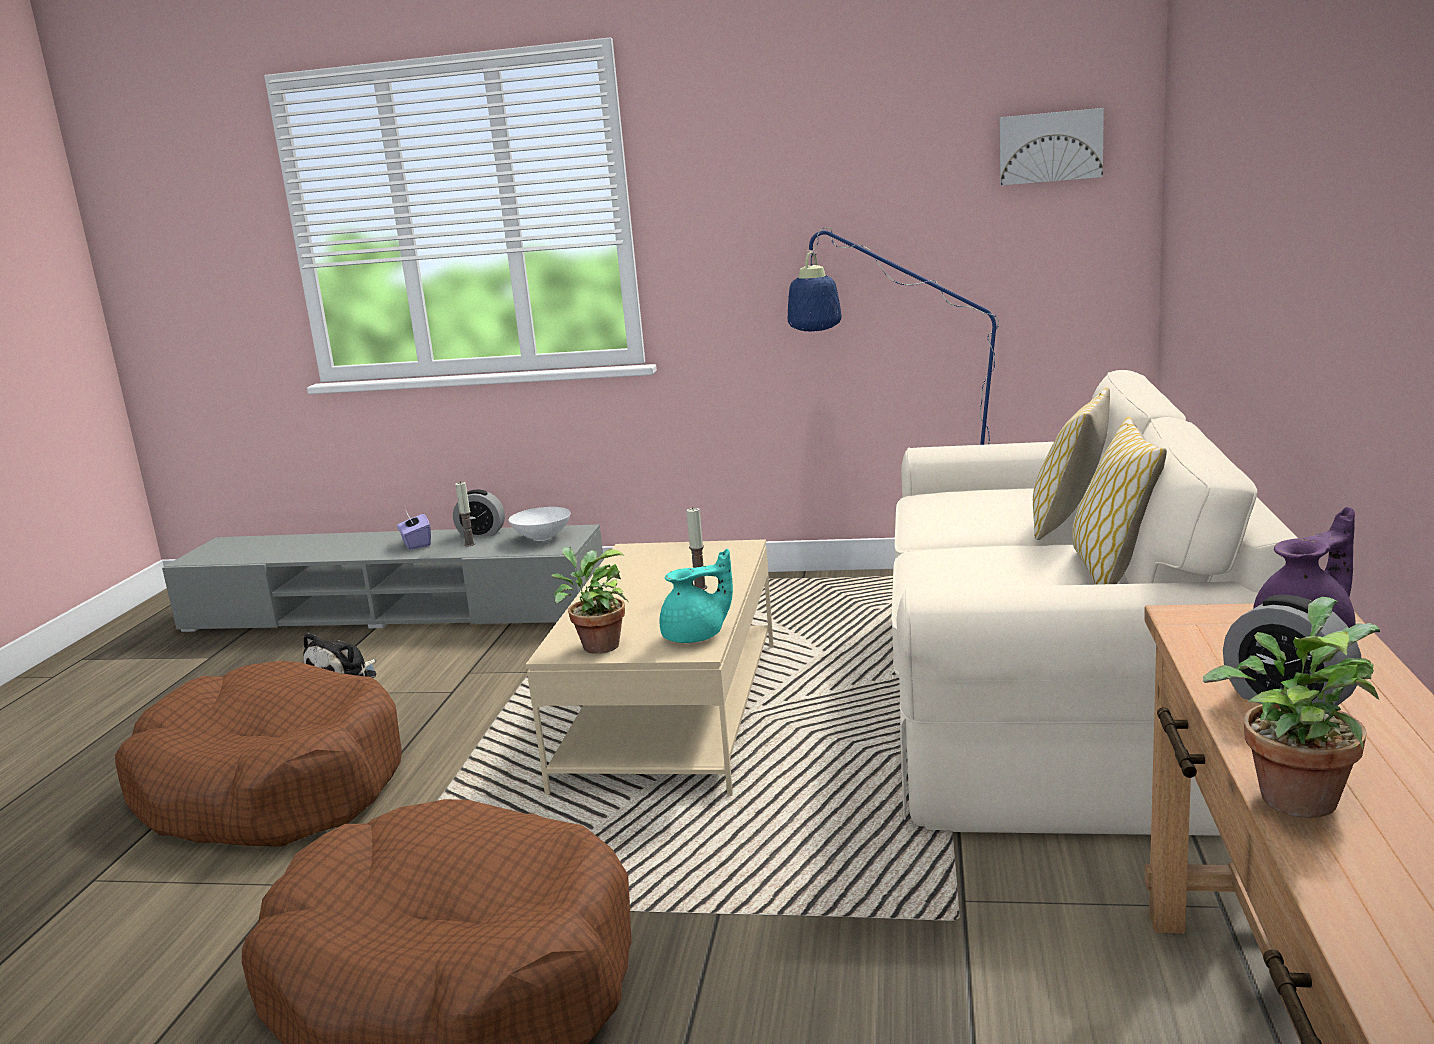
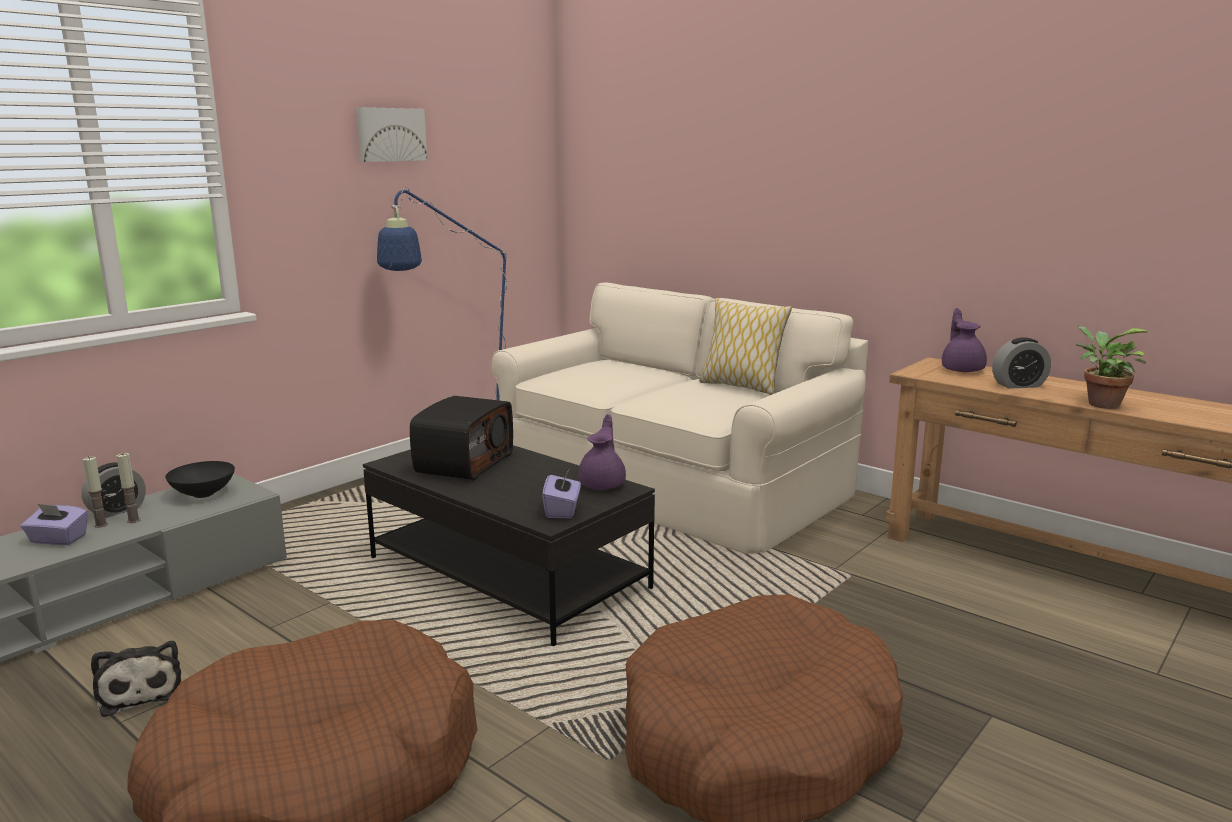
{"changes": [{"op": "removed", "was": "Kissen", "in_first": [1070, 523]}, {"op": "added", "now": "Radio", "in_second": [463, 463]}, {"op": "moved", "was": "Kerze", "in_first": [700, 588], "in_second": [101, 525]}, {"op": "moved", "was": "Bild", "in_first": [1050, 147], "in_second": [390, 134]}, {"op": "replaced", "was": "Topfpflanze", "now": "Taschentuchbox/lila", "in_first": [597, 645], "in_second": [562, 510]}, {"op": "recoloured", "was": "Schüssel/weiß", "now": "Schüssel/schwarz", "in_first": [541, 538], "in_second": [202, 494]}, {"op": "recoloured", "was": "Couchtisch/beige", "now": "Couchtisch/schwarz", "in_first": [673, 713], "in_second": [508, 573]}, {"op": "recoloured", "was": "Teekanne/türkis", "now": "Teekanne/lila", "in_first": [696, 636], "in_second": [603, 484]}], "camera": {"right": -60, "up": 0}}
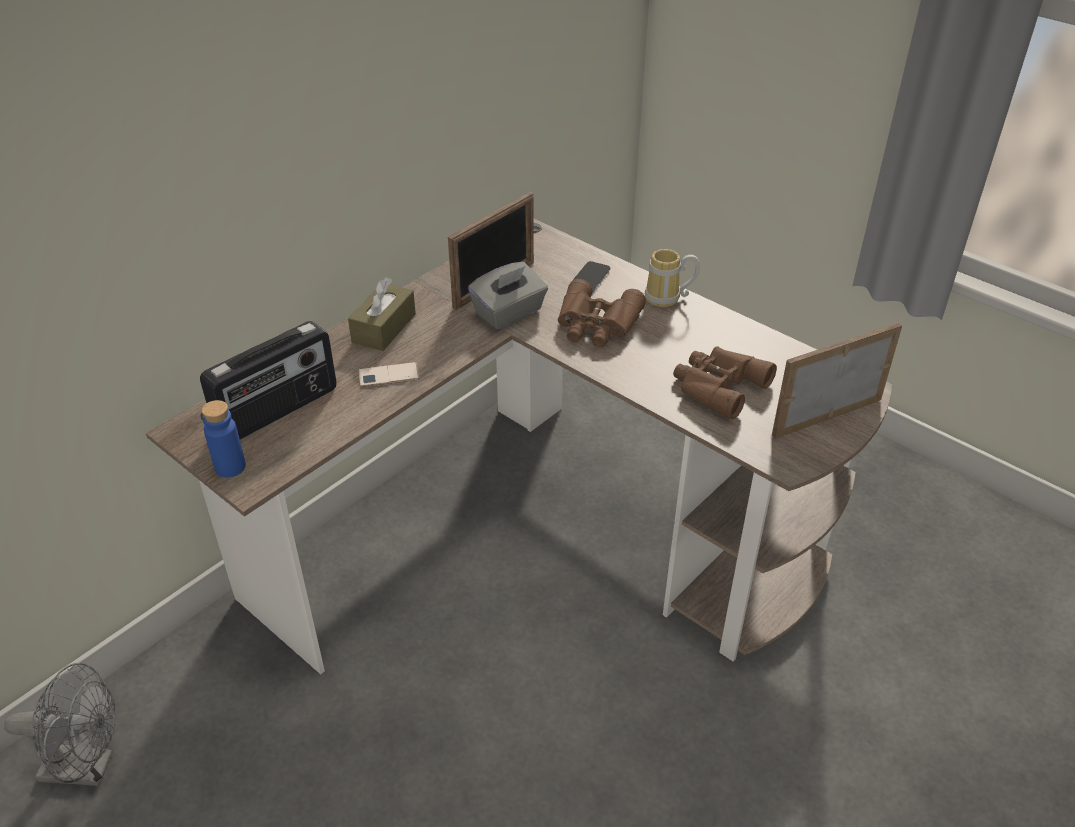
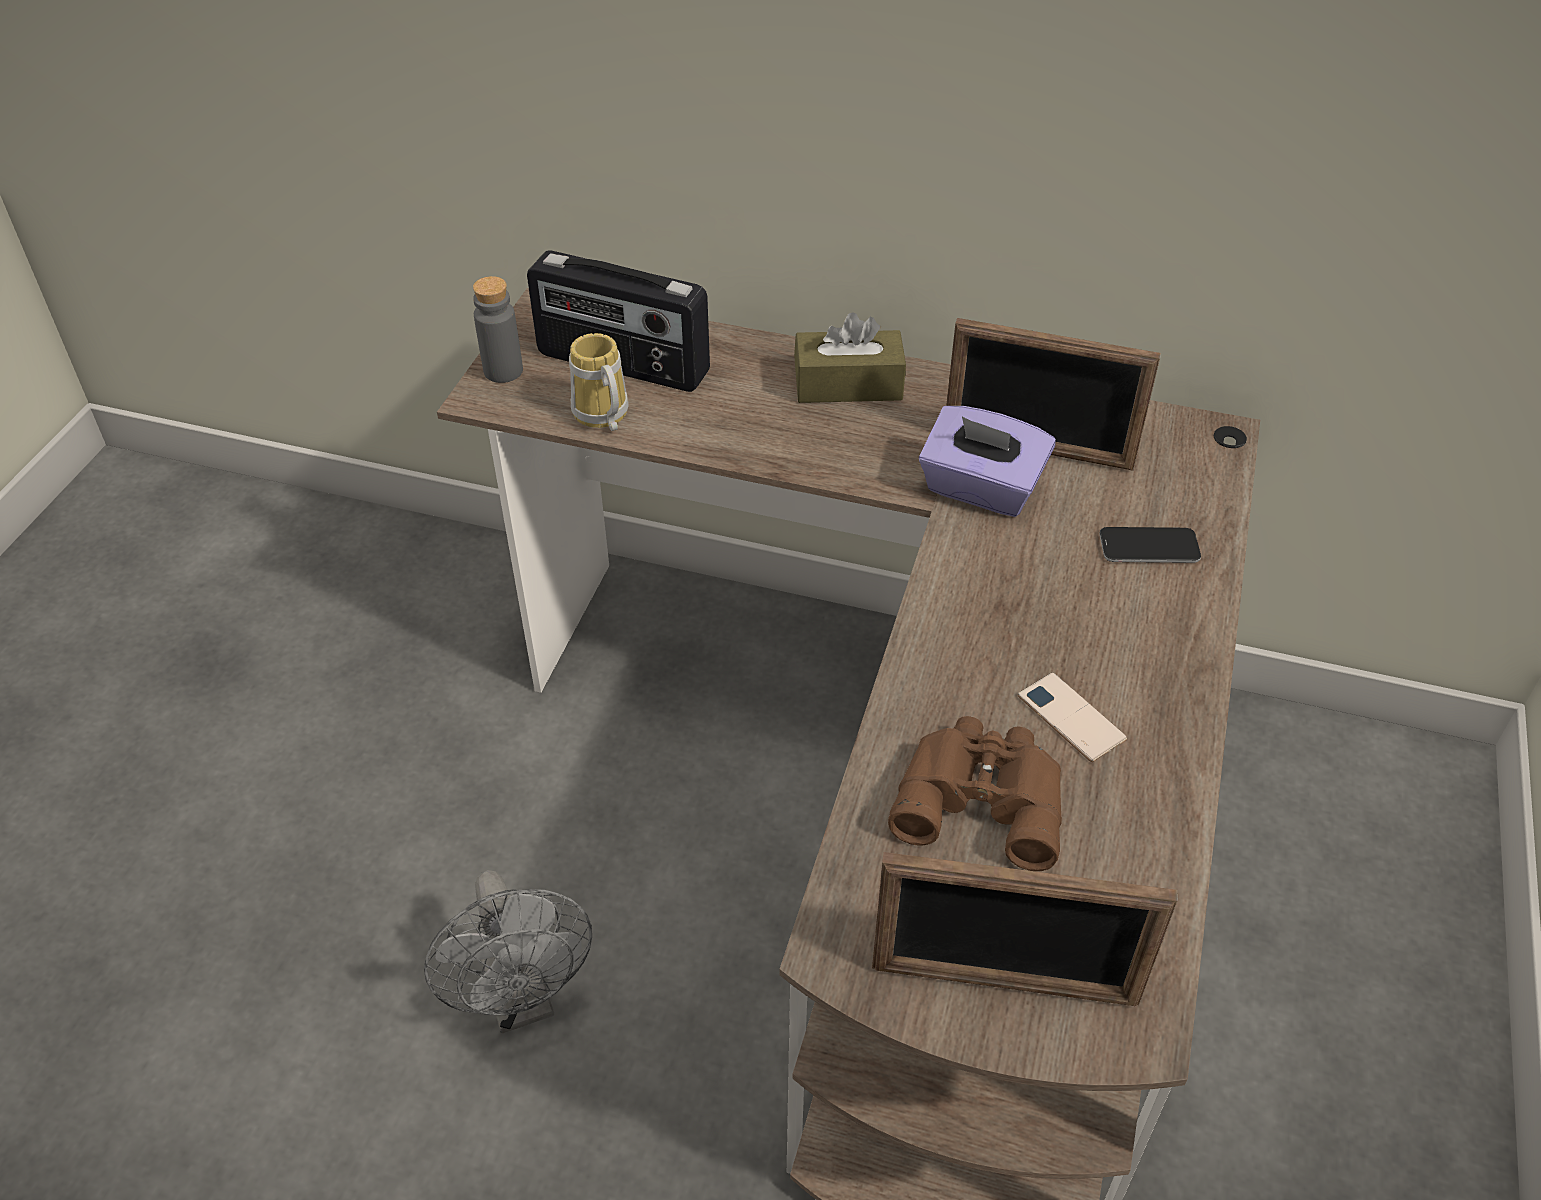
{"changes": [{"op": "removed", "was": "Fernglas/braun", "in_first": [596, 324]}, {"op": "moved", "was": "Ventilator/grau", "in_first": [88, 767], "in_second": [522, 1001]}, {"op": "moved", "was": "Handy", "in_first": [388, 375], "in_second": [1071, 717]}, {"op": "moved", "was": "Henkelbecher", "in_first": [667, 299], "in_second": [600, 418]}, {"op": "recoloured", "was": "Flasche/blau", "now": "Flasche/grau", "in_first": [230, 467], "in_second": [503, 371]}, {"op": "recoloured", "was": "Taschentuchbox/grau", "now": "Taschentuchbox/lila", "in_first": [509, 313], "in_second": [980, 489]}, {"op": "turned", "was": "Bilderrahmen", "in_first": [826, 416], "in_second": [1004, 983], "clockwise": 150}], "camera": {"right": 65, "up": 5}}
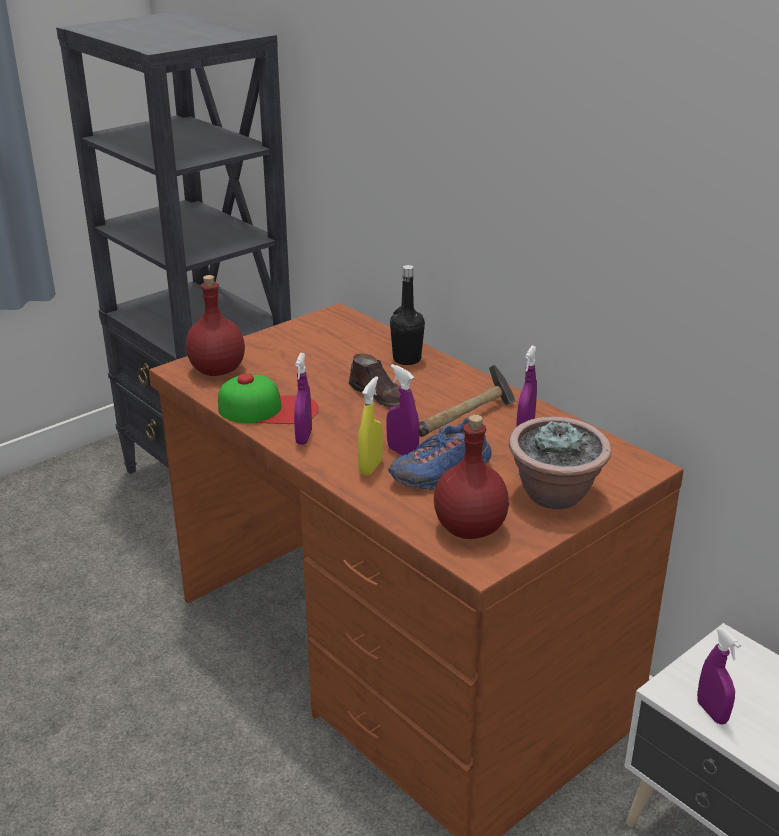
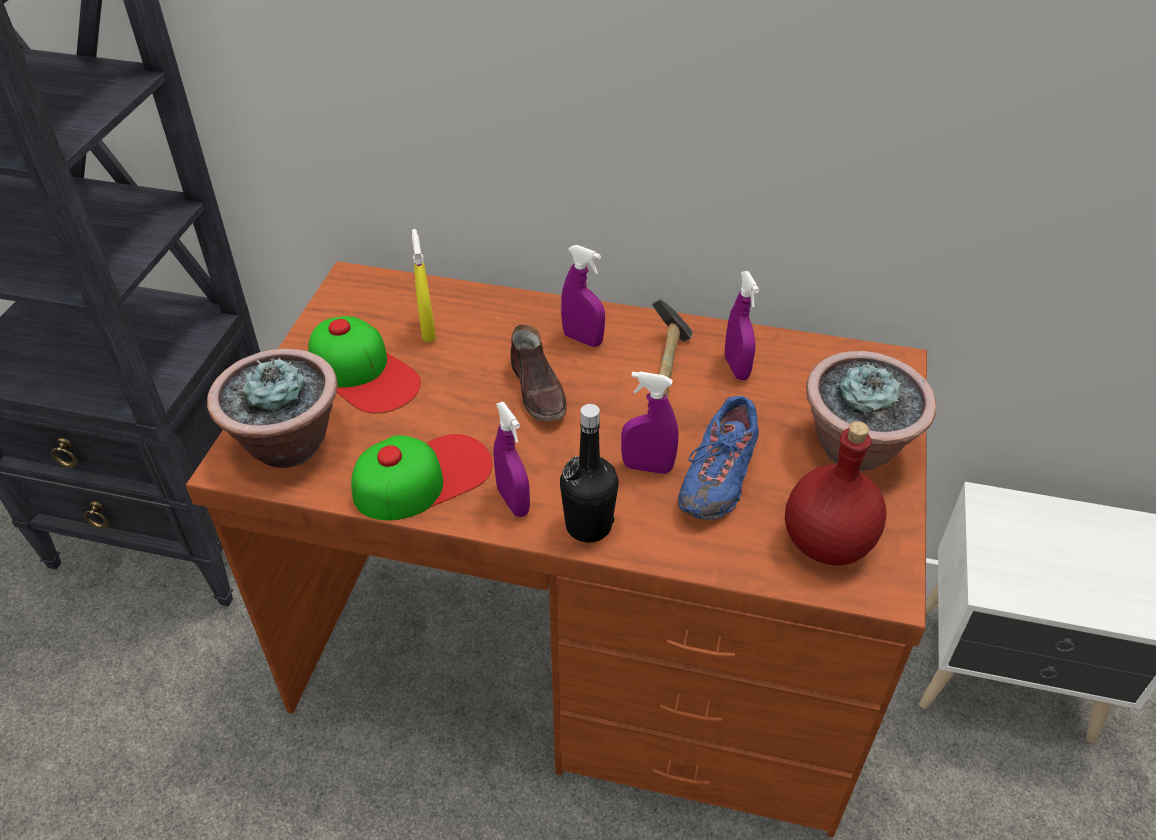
{"changes": [{"op": "added", "now": "Kappe", "in_second": [364, 373]}, {"op": "moved", "was": "Sprühflasche/gelb", "in_first": [370, 467], "in_second": [427, 330]}, {"op": "moved", "was": "Flasche/schwarz", "in_first": [407, 359], "in_second": [588, 526]}, {"op": "moved", "was": "Sprühflasche/lila", "in_first": [712, 712], "in_second": [582, 339]}, {"op": "replaced", "was": "Flasche/rot", "now": "Topfpflanze", "in_first": [216, 370], "in_second": [287, 444]}, {"op": "turned", "was": "Schuh/braun", "in_first": [382, 396], "in_second": [538, 390], "clockwise": 60}], "camera": {"right": -35, "up": 15}}
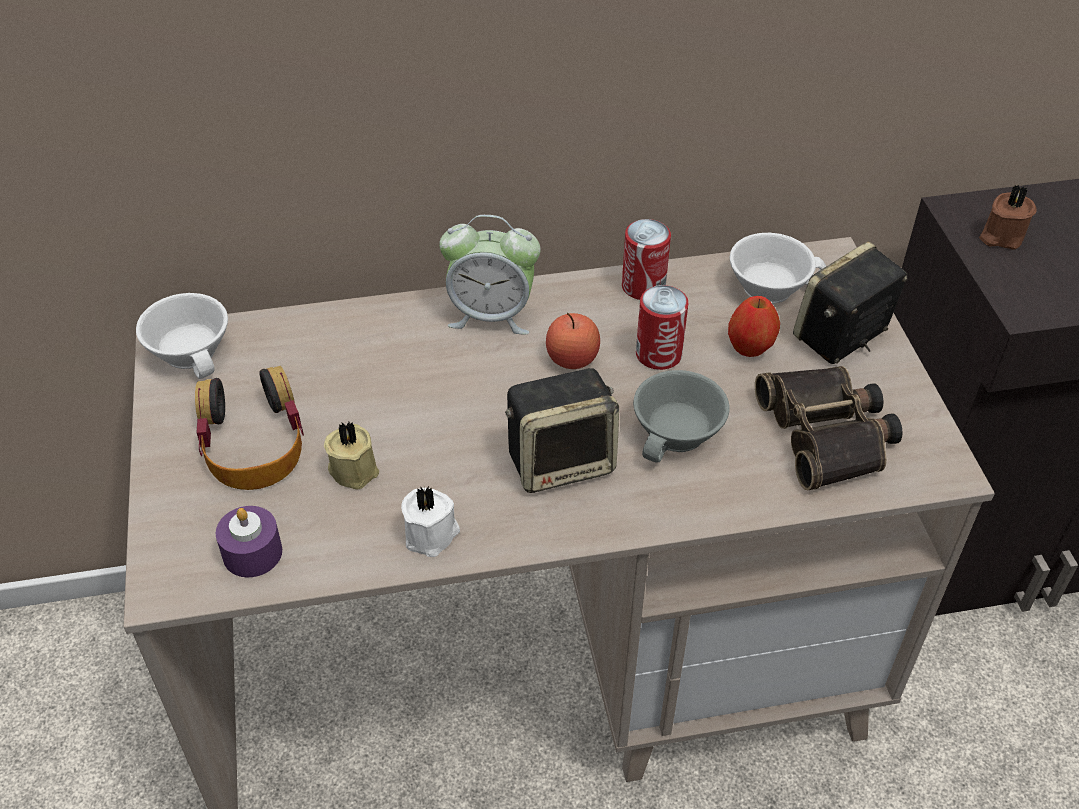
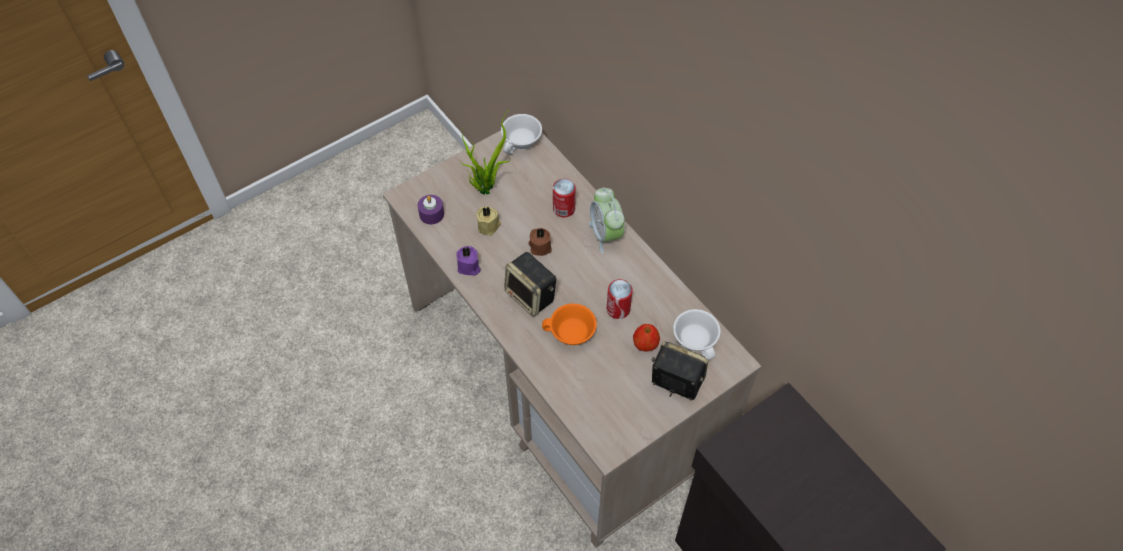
{"changes": [{"op": "removed", "was": "Apfel", "in_first": [572, 359]}, {"op": "removed", "was": "Fernglas", "in_first": [828, 434]}, {"op": "moved", "was": "Dose", "in_first": [643, 286], "in_second": [564, 209]}, {"op": "moved", "was": "Kerze/braun", "in_first": [1000, 236], "in_second": [539, 247]}, {"op": "replaced", "was": "Kopfhörer", "now": "Topfpflanze", "in_first": [252, 441], "in_second": [485, 186]}, {"op": "recoloured", "was": "Kerze/weiß", "now": "Kerze/lila", "in_first": [432, 535], "in_second": [469, 267]}, {"op": "recoloured", "was": "Tasse/grau", "now": "Tasse/orange", "in_first": [679, 435], "in_second": [571, 335]}], "camera": {"right": 65, "up": 10}}
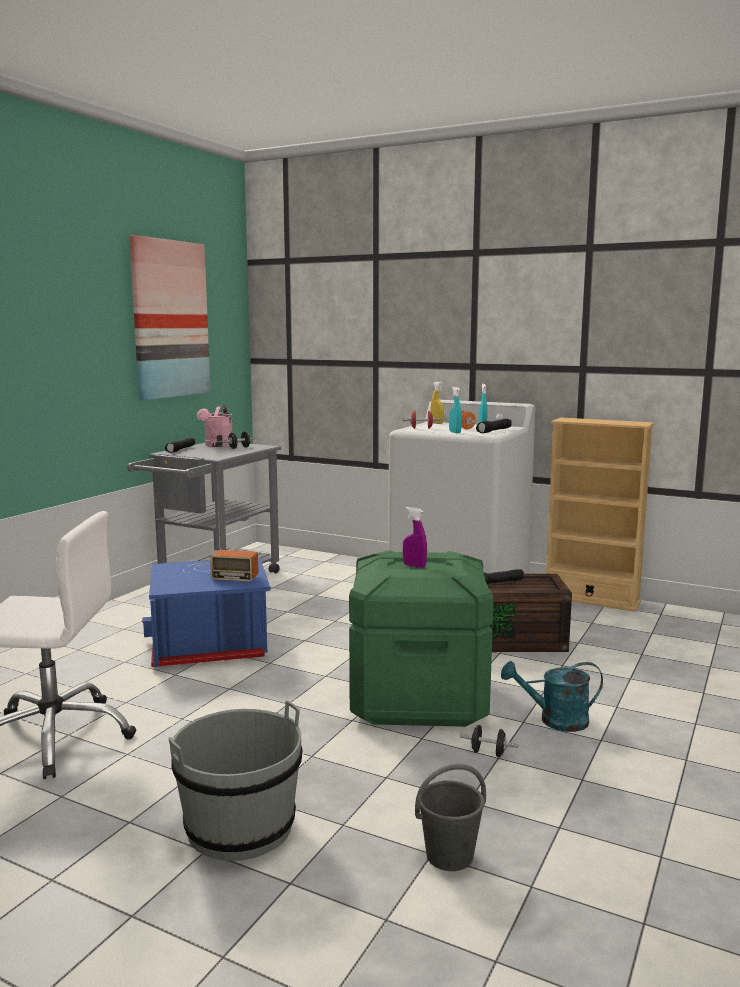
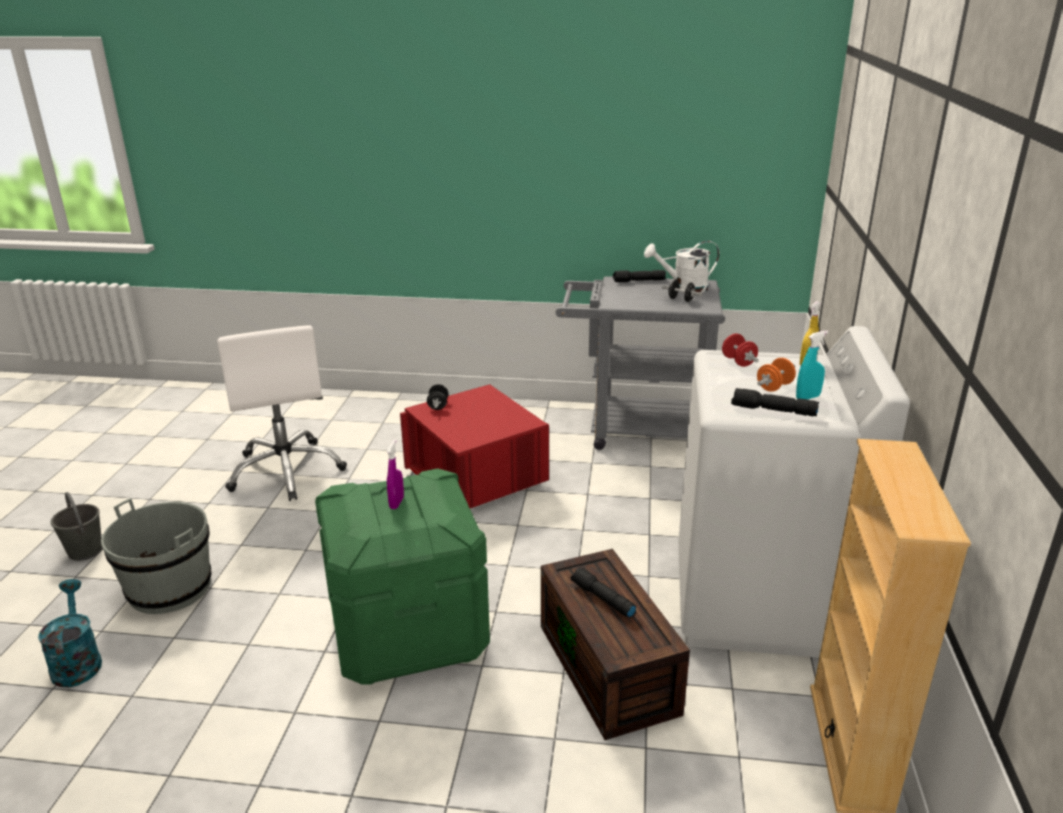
{"changes": [{"op": "removed", "was": "Bild", "in_first": [170, 319]}, {"op": "removed", "was": "Radio", "in_first": [219, 572]}, {"op": "removed", "was": "Sprühflasche/türkis", "in_first": [455, 432]}, {"op": "moved", "was": "Eimer/grau", "in_first": [448, 856], "in_second": [85, 551]}, {"op": "moved", "was": "Hantel/schwarz", "in_first": [488, 753], "in_second": [438, 405]}, {"op": "moved", "was": "Gießkanne/türkis", "in_first": [555, 721], "in_second": [77, 662]}, {"op": "recoloured", "was": "Aufbewahrungsbox/blau", "now": "Aufbewahrungsbox/rot", "in_first": [211, 645], "in_second": [475, 479]}, {"op": "recoloured", "was": "Gießkanne/rosa", "now": "Gießkanne/weiß", "in_first": [217, 445], "in_second": [683, 288]}], "camera": {"right": 70, "up": 15}}
